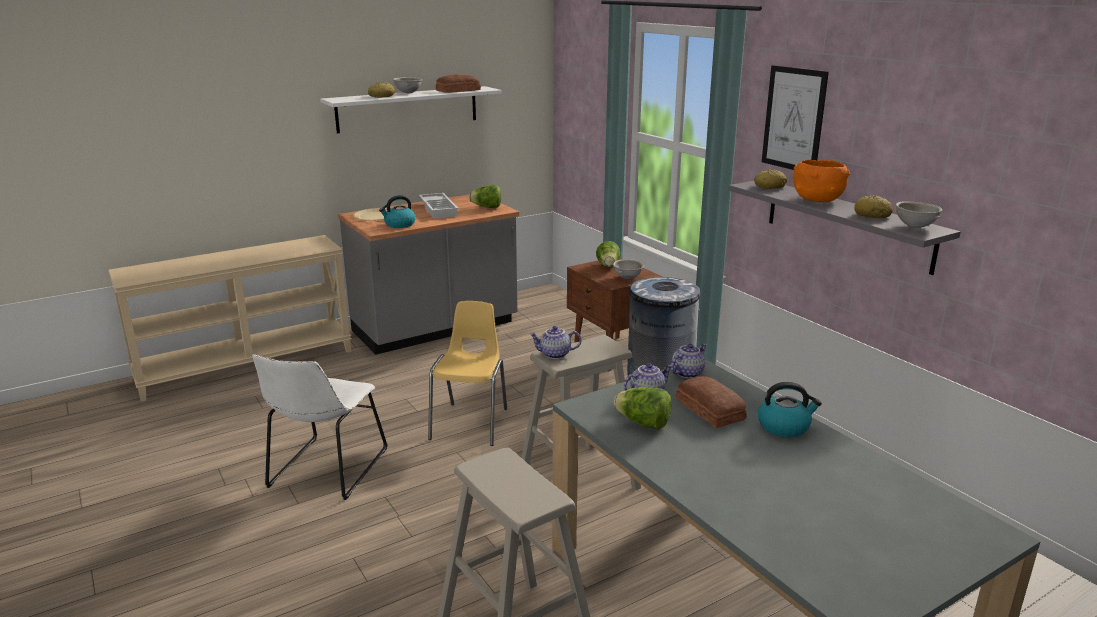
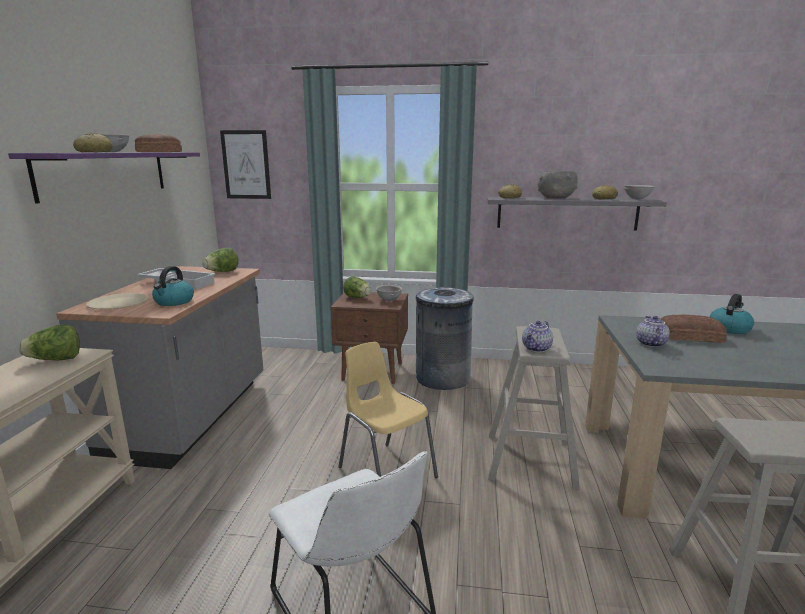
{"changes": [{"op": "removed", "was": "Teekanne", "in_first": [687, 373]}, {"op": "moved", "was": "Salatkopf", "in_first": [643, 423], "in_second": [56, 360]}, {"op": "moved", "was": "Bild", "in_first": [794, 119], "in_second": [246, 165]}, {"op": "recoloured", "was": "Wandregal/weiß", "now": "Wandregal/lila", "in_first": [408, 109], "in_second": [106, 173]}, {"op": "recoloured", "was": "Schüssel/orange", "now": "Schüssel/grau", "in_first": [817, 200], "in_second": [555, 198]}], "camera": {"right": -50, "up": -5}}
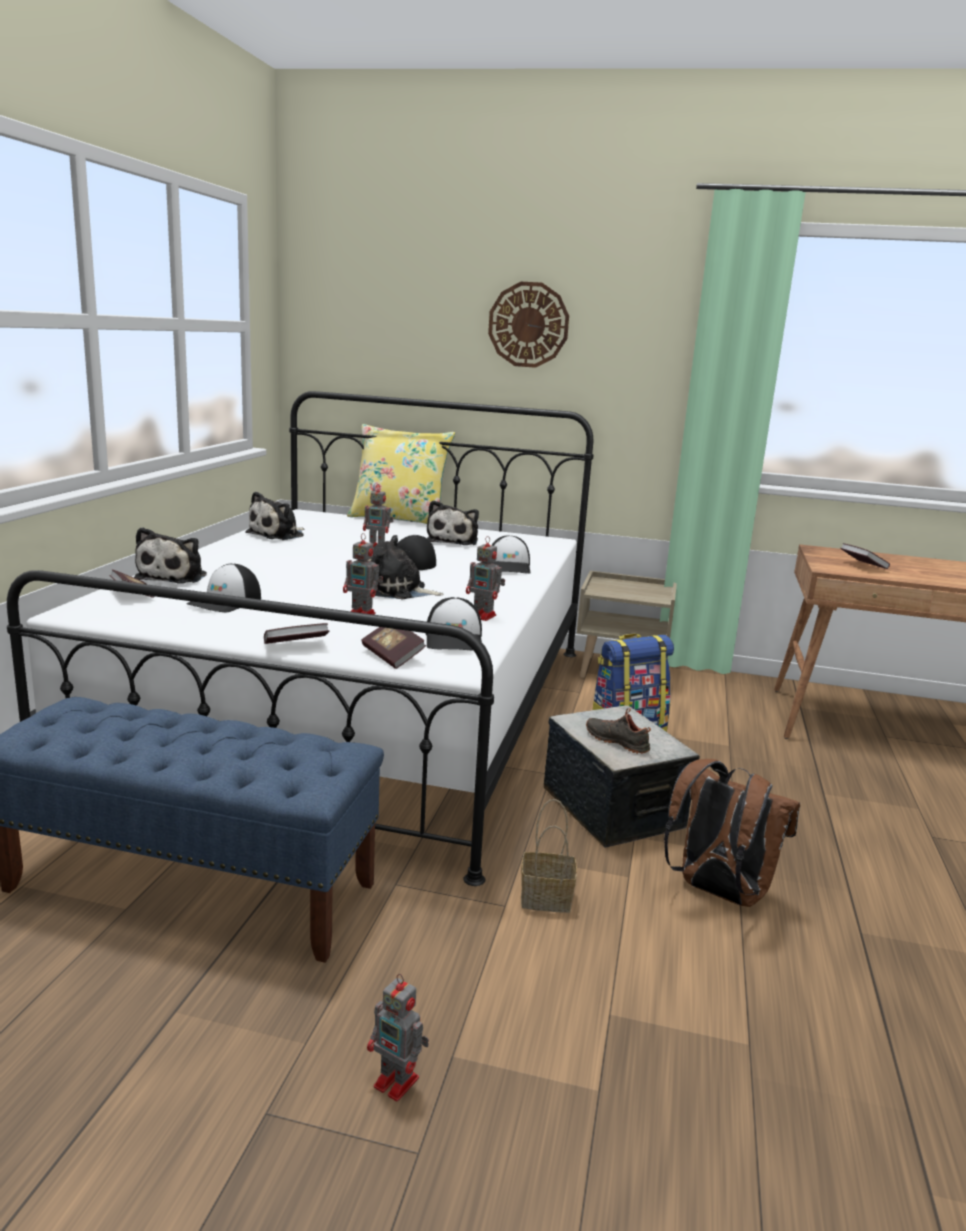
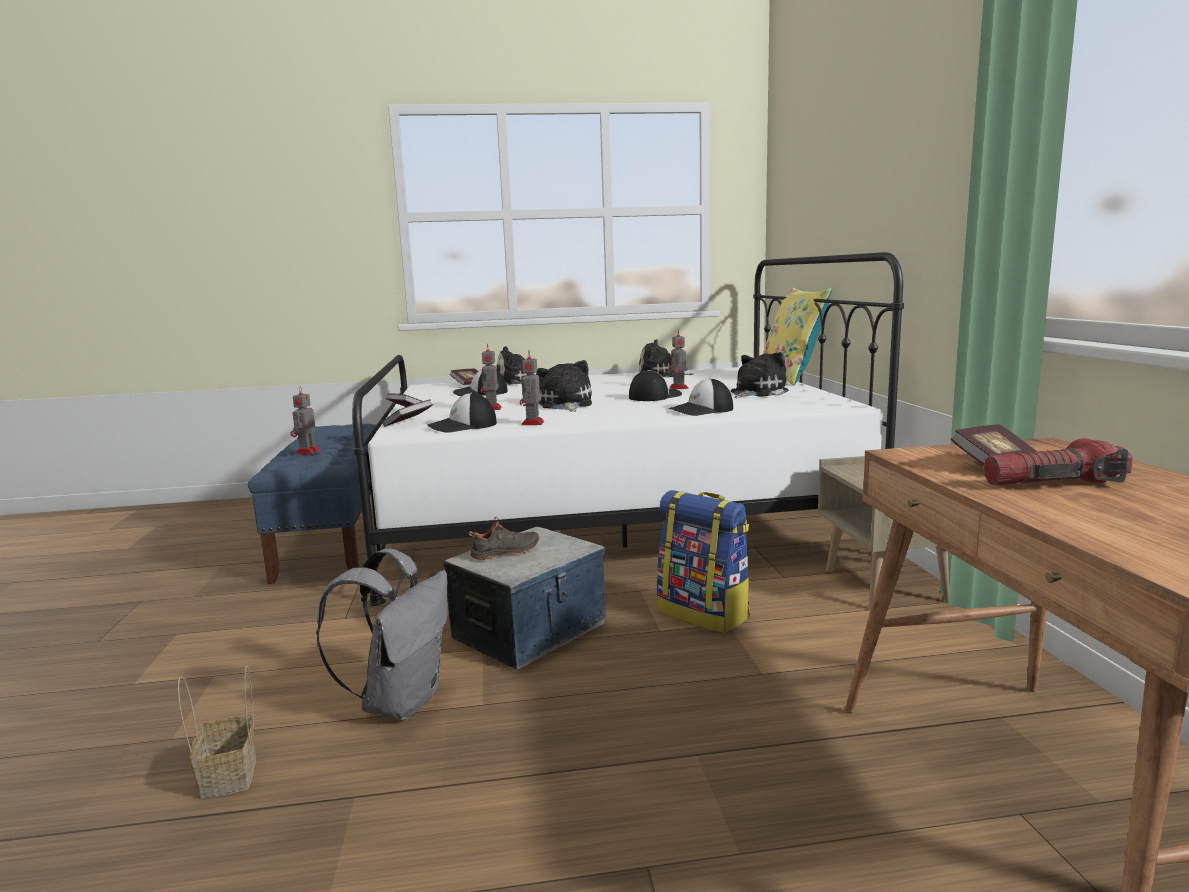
{"changes": [{"op": "removed", "was": "Wanduhr", "in_first": [528, 325]}, {"op": "added", "now": "Taschenlampe", "in_second": [1053, 483]}, {"op": "moved", "was": "Spielzeugroboter", "in_first": [398, 1083], "in_second": [307, 452]}, {"op": "moved", "was": "Korb", "in_first": [548, 898], "in_second": [230, 777]}, {"op": "recoloured", "was": "Rucksack/braun", "now": "Rucksack/grau", "in_first": [717, 892], "in_second": [401, 701]}, {"op": "turned", "was": "Plüschtier", "in_first": [453, 540], "in_second": [756, 393], "clockwise": 150}, {"op": "turned", "was": "Schuh/schwarz", "in_first": [618, 741], "in_second": [506, 553], "clockwise": 45}], "camera": {"right": 70, "up": -5}}
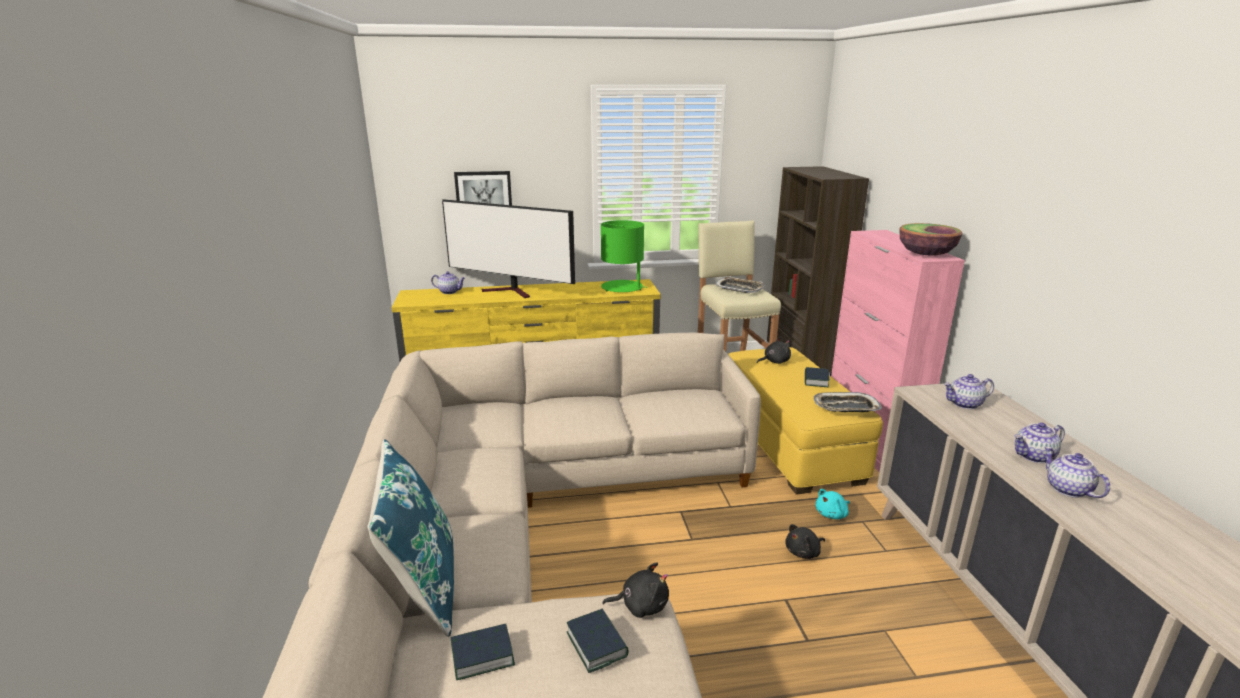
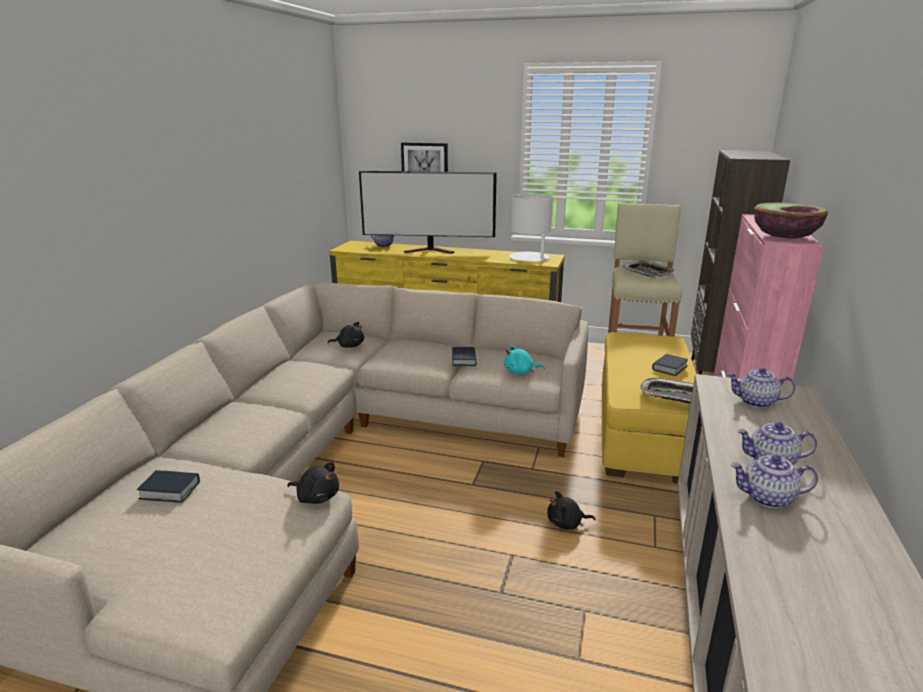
{"changes": [{"op": "removed", "was": "Kissen/blau", "in_first": [423, 586]}, {"op": "moved", "was": "Buch", "in_first": [596, 644], "in_second": [464, 360]}, {"op": "moved", "was": "Plüschtier/schwarz", "in_first": [774, 361], "in_second": [349, 346]}, {"op": "moved", "was": "Plüschtier/türkis", "in_first": [832, 514], "in_second": [520, 372]}, {"op": "recoloured", "was": "Tischlampe/grün", "now": "Tischlampe/weiß", "in_first": [622, 287], "in_second": [529, 258]}, {"op": "turned", "was": "Fernseher", "in_first": [511, 292], "in_second": [431, 250], "clockwise": -45}, {"op": "turned", "was": "Teekanne", "in_first": [1067, 489], "in_second": [767, 498], "clockwise": -90}], "camera": {"right": 25, "up": 0}}
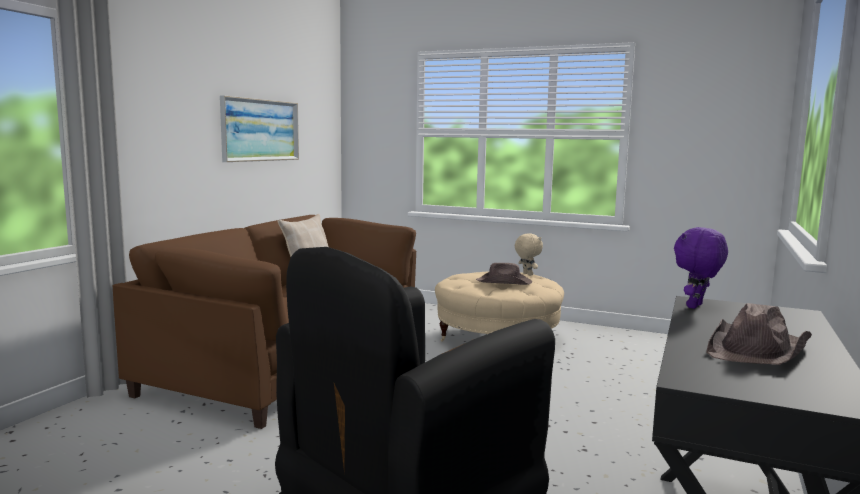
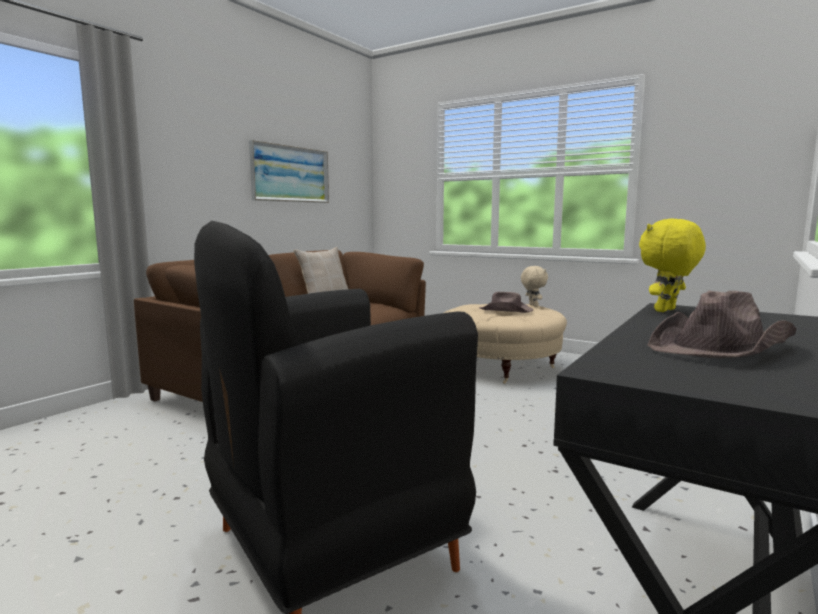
{"changes": [{"op": "recoloured", "was": "Plüschtier/lila", "now": "Plüschtier/gelb", "in_first": [696, 306], "in_second": [666, 310]}], "camera": {"right": 10, "up": 0}}
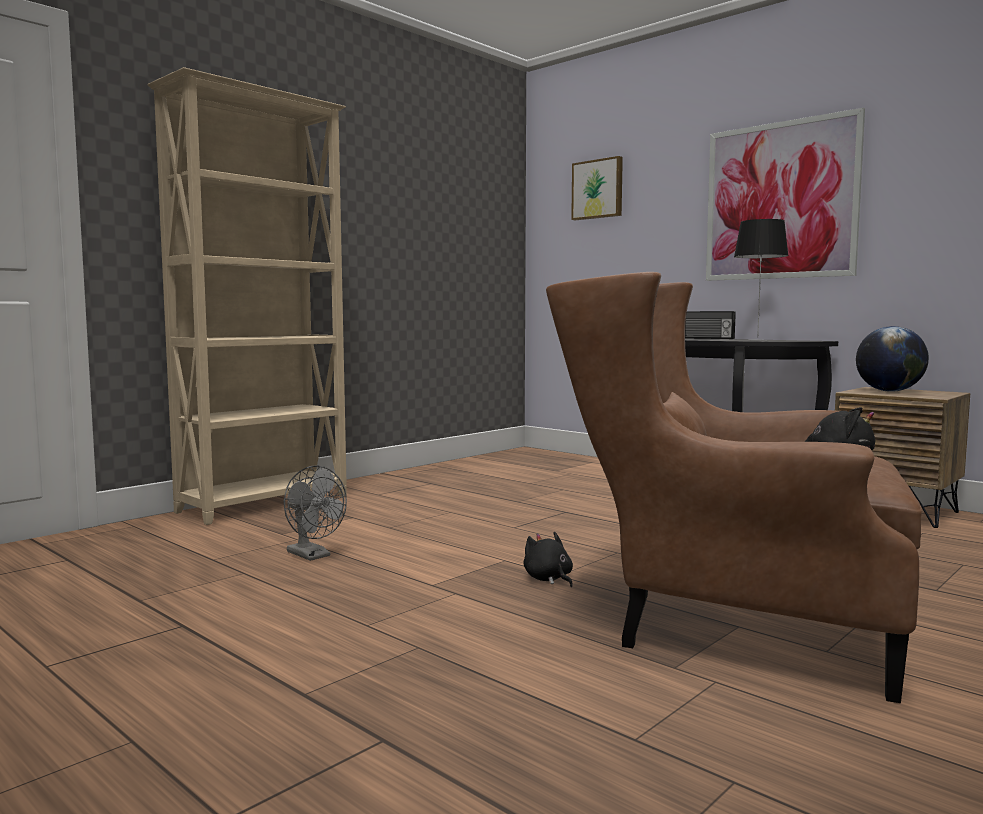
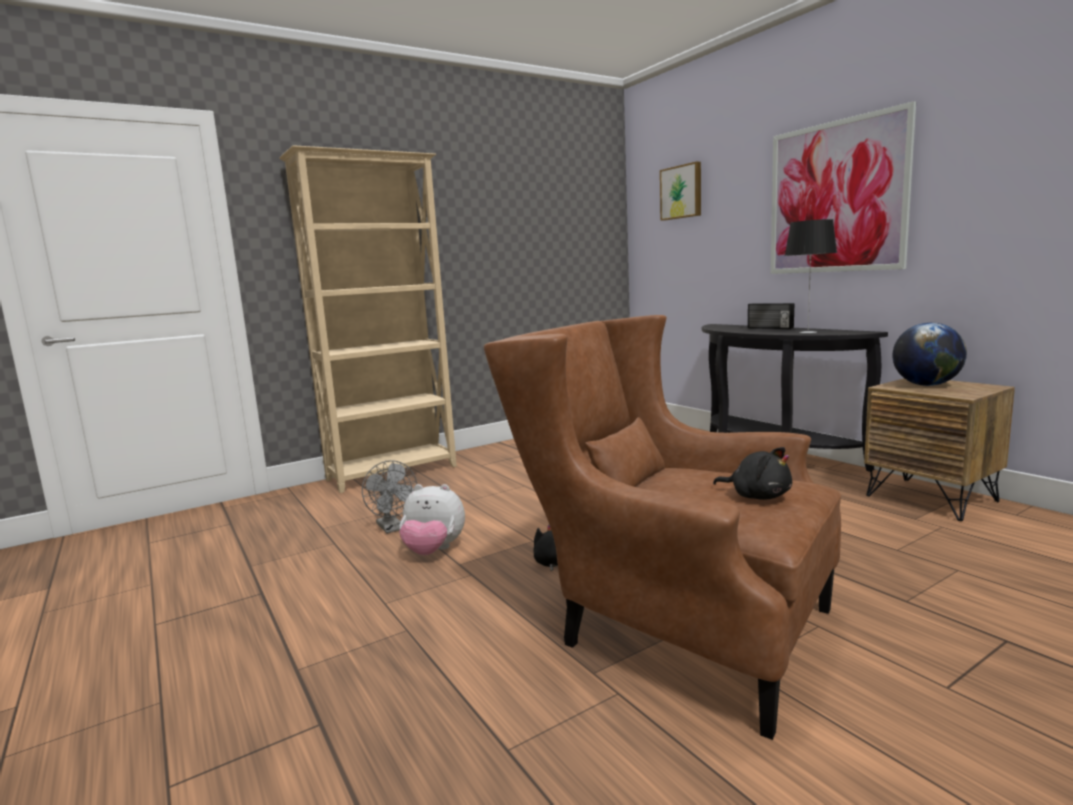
{"changes": [{"op": "added", "now": "Plüschtier", "in_second": [433, 551]}], "camera": {"right": 15, "up": 5}}
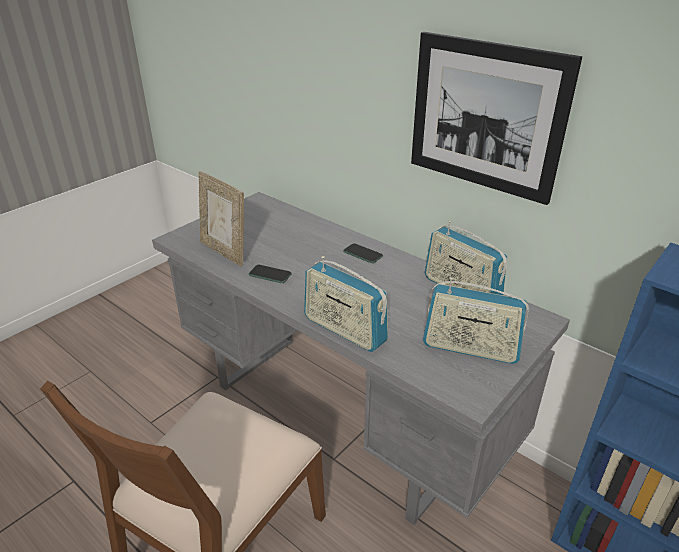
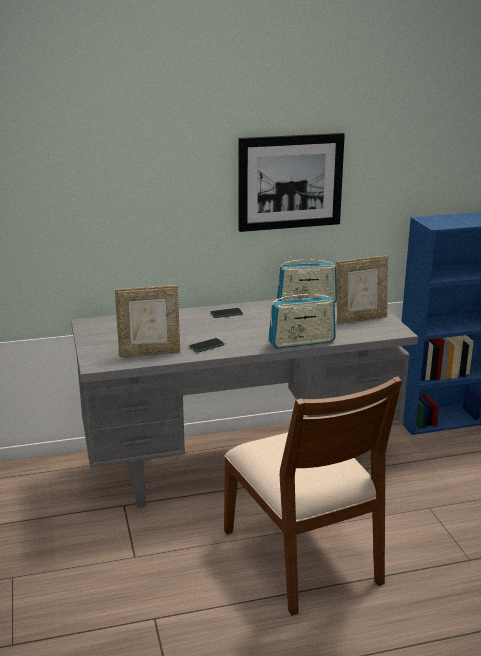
{"changes": [{"op": "replaced", "was": "Radio", "now": "Bilderrahmen", "in_first": [470, 348], "in_second": [360, 318]}], "camera": {"right": -55, "up": -10}}
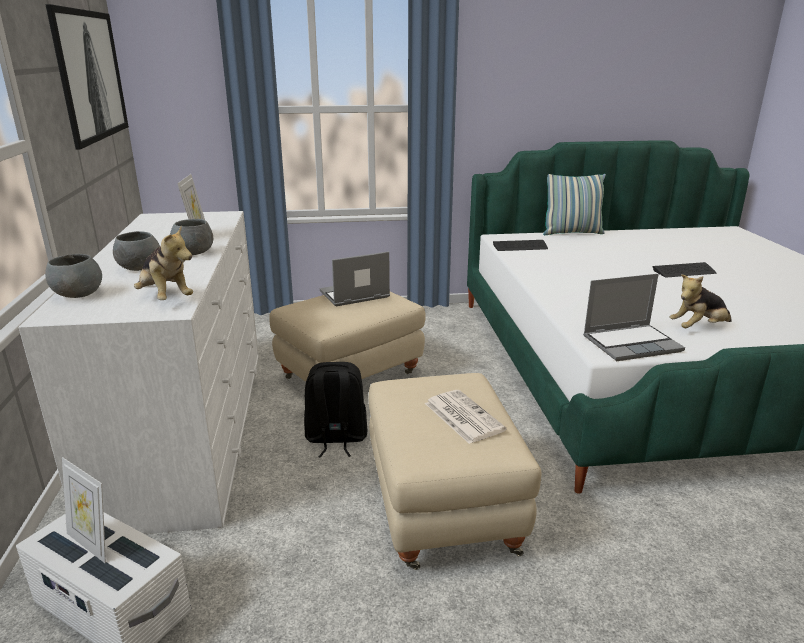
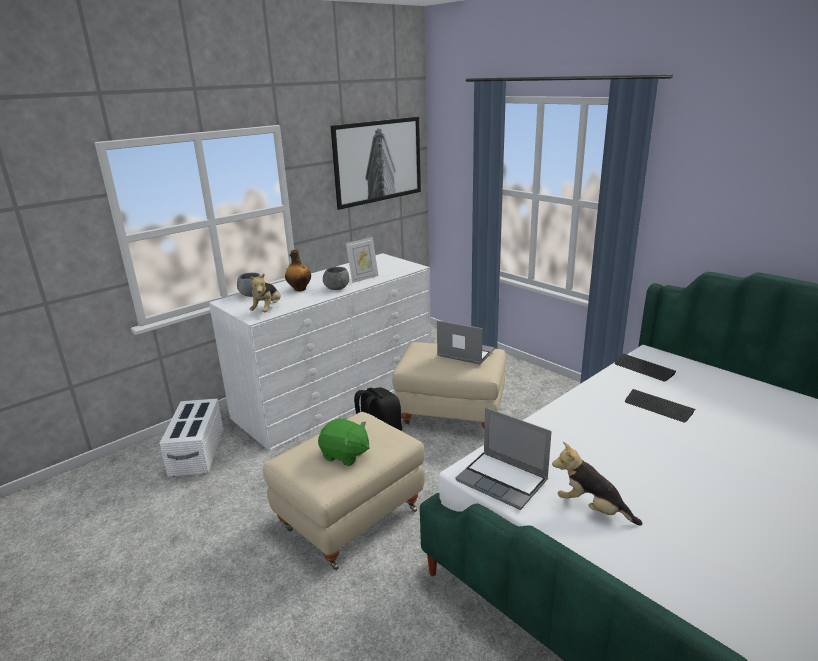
{"changes": [{"op": "removed", "was": "Bilderrahmen", "in_first": [92, 543]}, {"op": "removed", "was": "Kissen", "in_first": [571, 233]}, {"op": "moved", "was": "Tastatur", "in_first": [684, 271], "in_second": [658, 407]}, {"op": "replaced", "was": "Schüssel/grau", "now": "Flasche", "in_first": [139, 268], "in_second": [299, 289]}, {"op": "replaced", "was": "Zeitung", "now": "Plüschtier/grün", "in_first": [462, 416], "in_second": [345, 455]}], "camera": {"right": 55, "up": 0}}
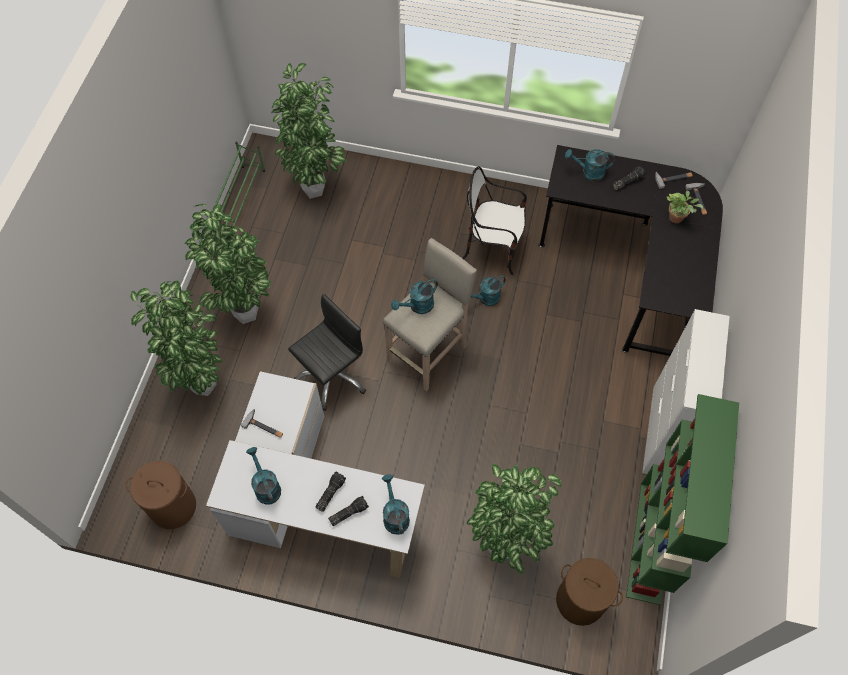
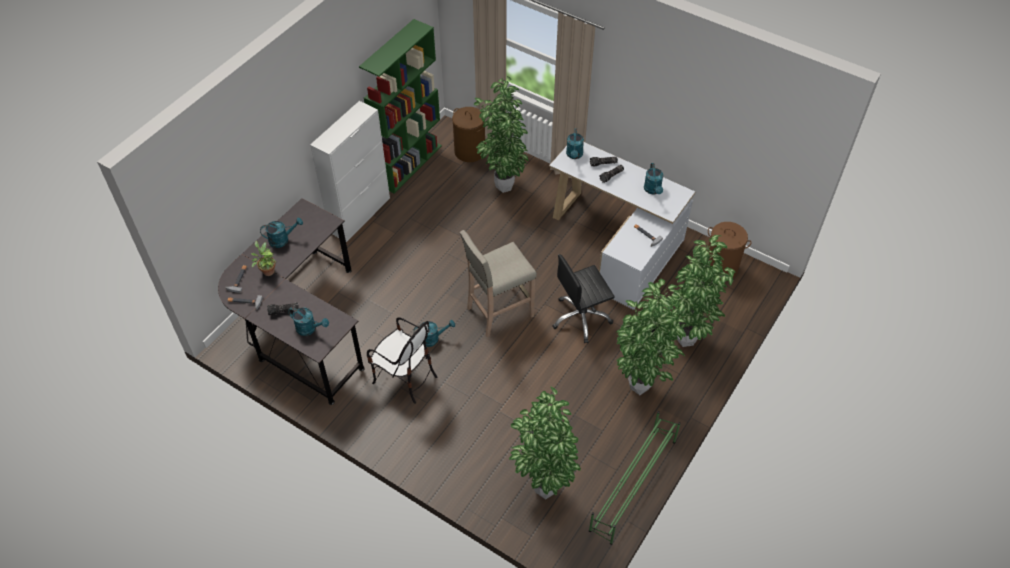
{"changes": [{"op": "moved", "was": "Gießkanne/türkis", "in_first": [417, 306], "in_second": [282, 239]}], "camera": {"right": -160, "up": -10}}
